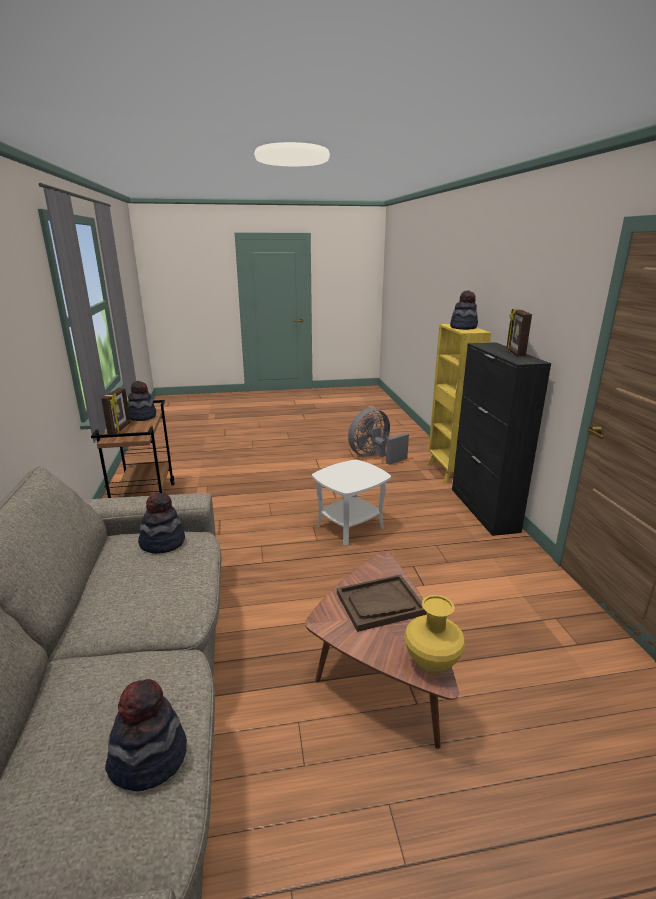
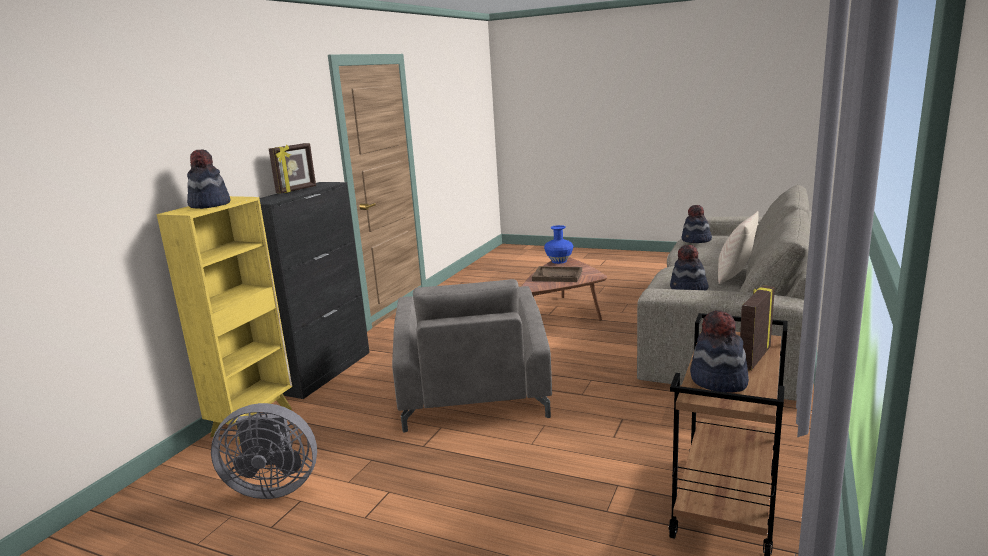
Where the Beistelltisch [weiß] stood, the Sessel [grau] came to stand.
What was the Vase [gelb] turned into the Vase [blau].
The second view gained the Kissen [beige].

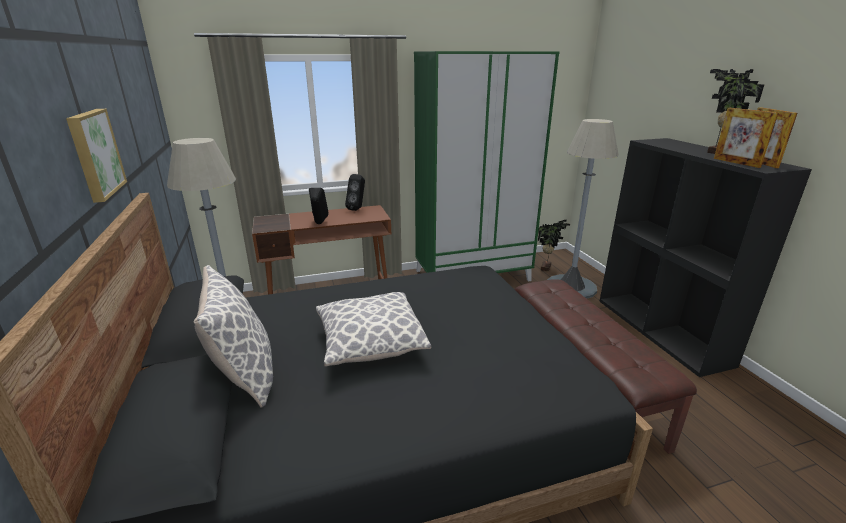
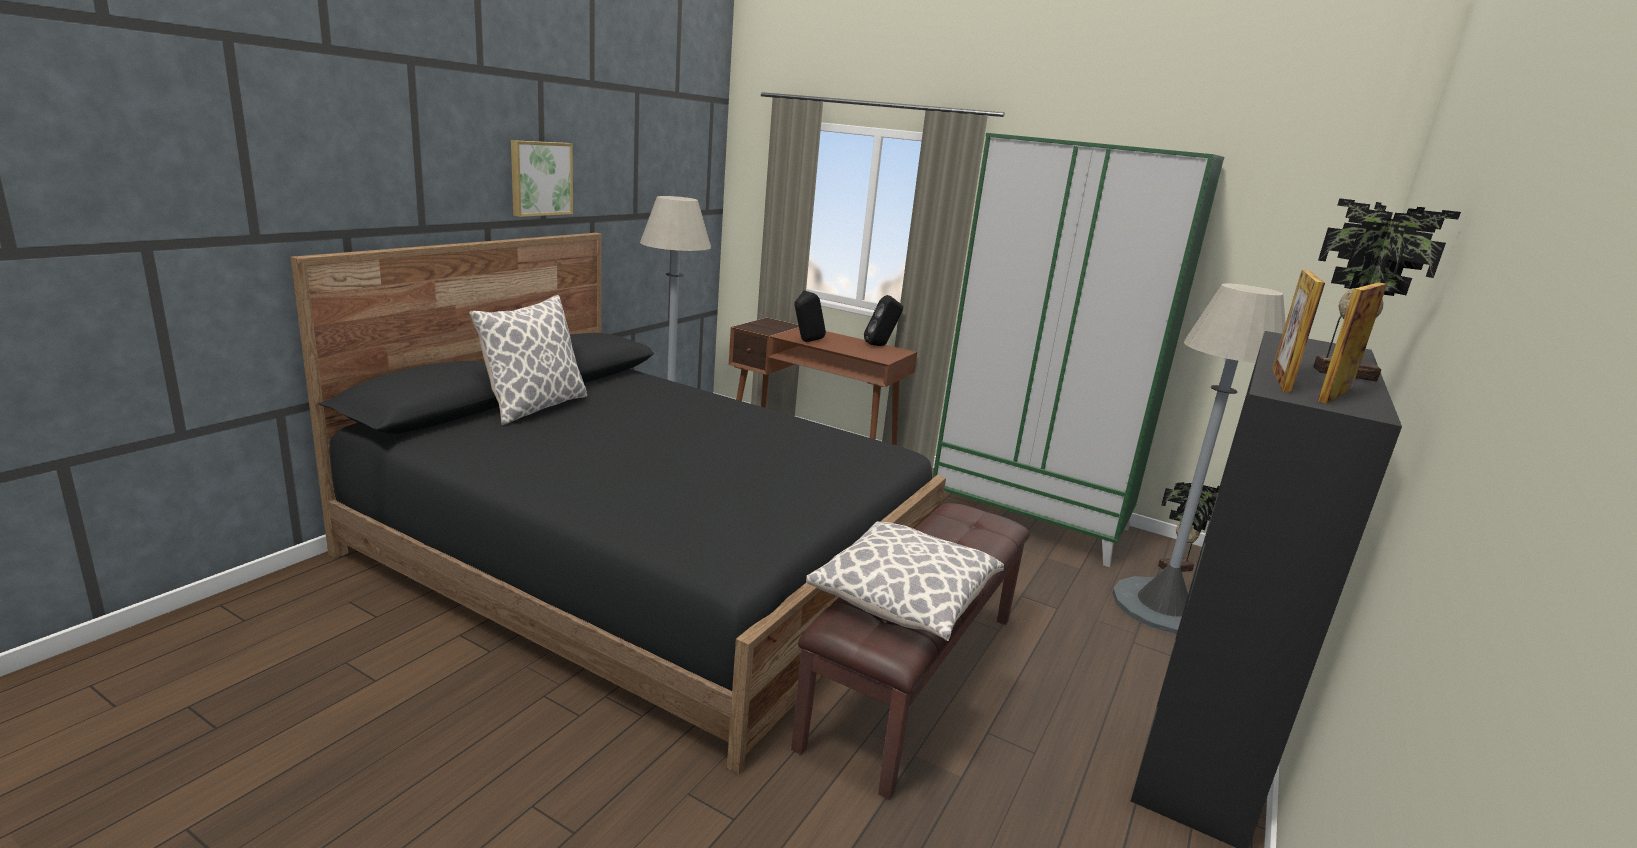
The Kissen (2nd from left) ended up elsewhere.

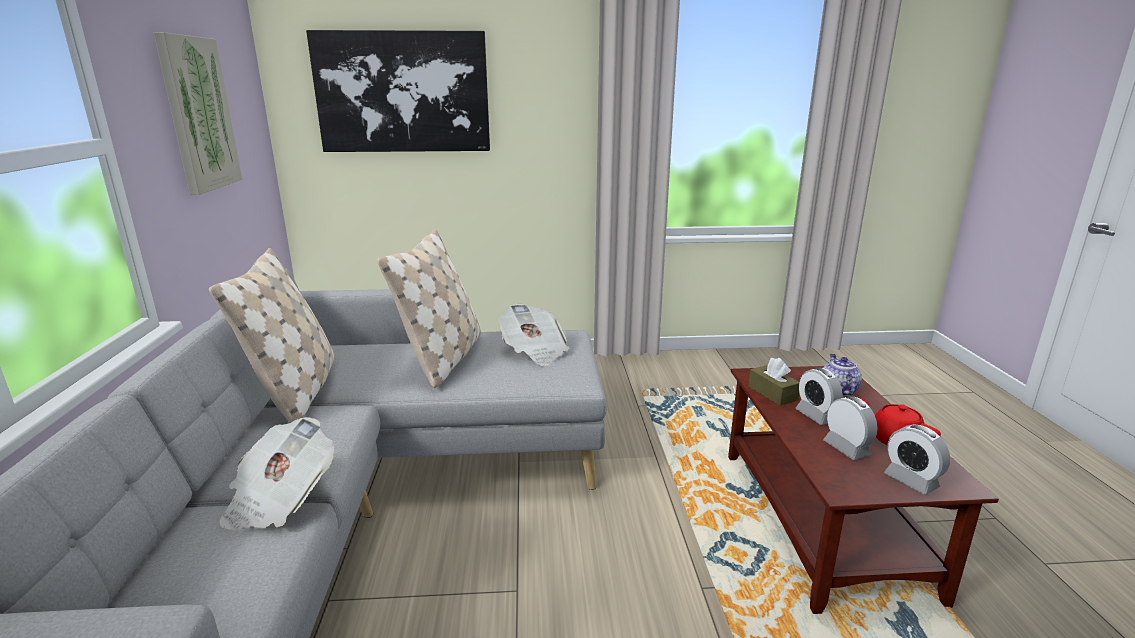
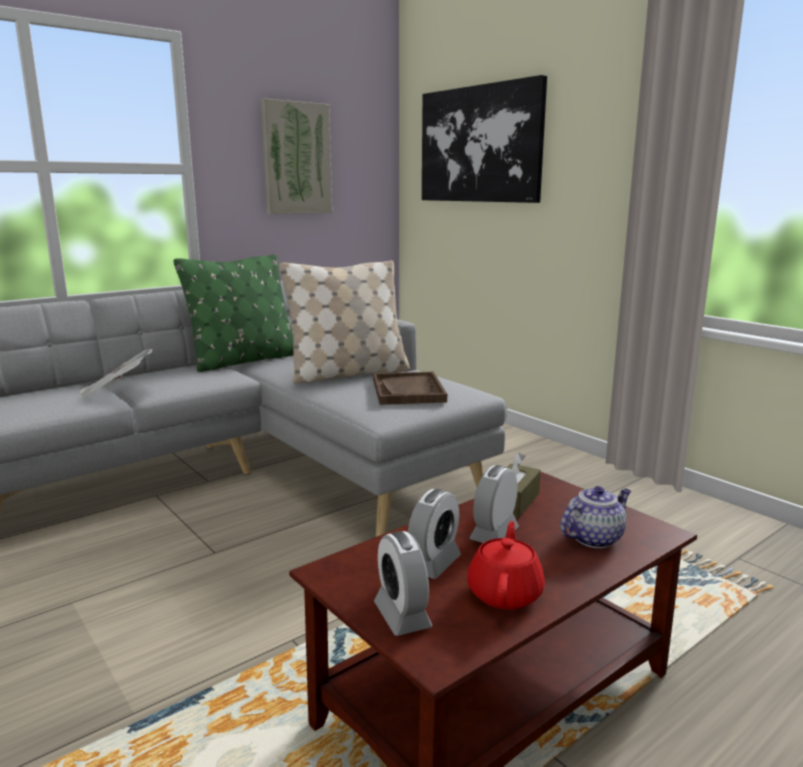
What was the Kissen [beige] (1st from left) turned into the Kissen [grün].
Where the Zeitung (2nd from left) stood, the Tablett [braun] came to stand.
The Wecker (3rd from left in the first image) ended up facing another way, 45 degrees counterclockwise from before.

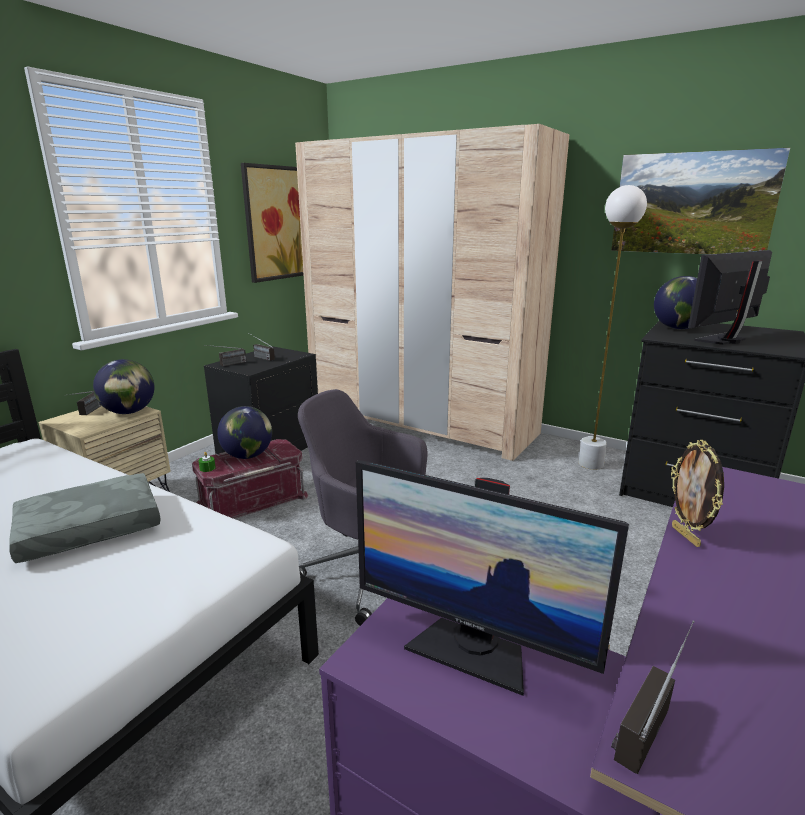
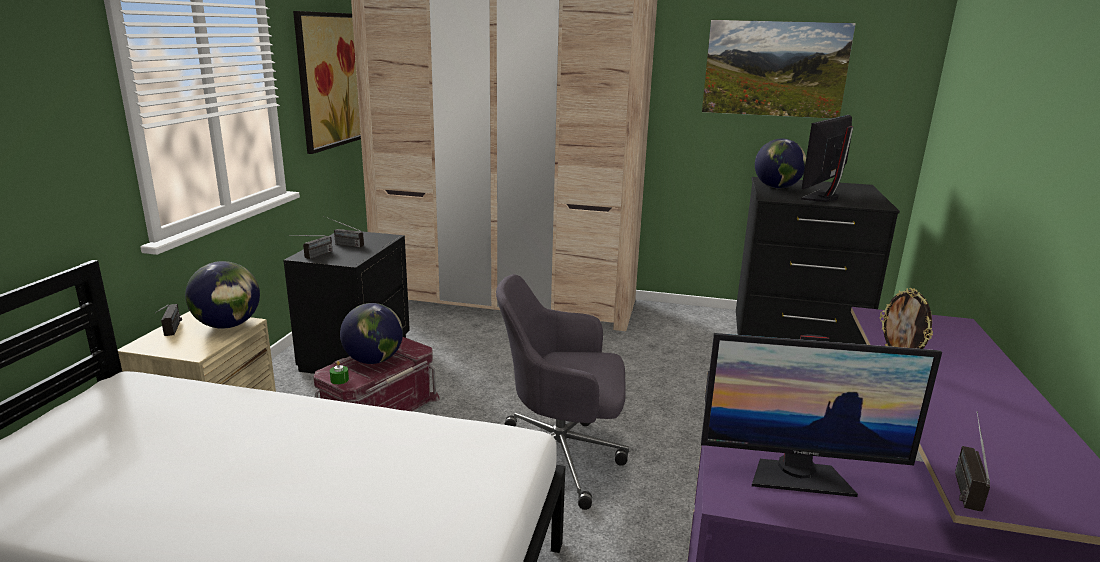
The second view lost the Stehlampe [weiß].
The second view lost the Kissen [grau].

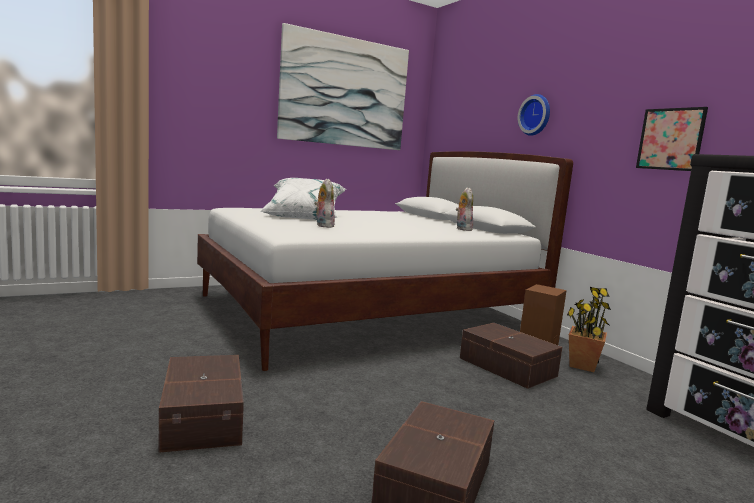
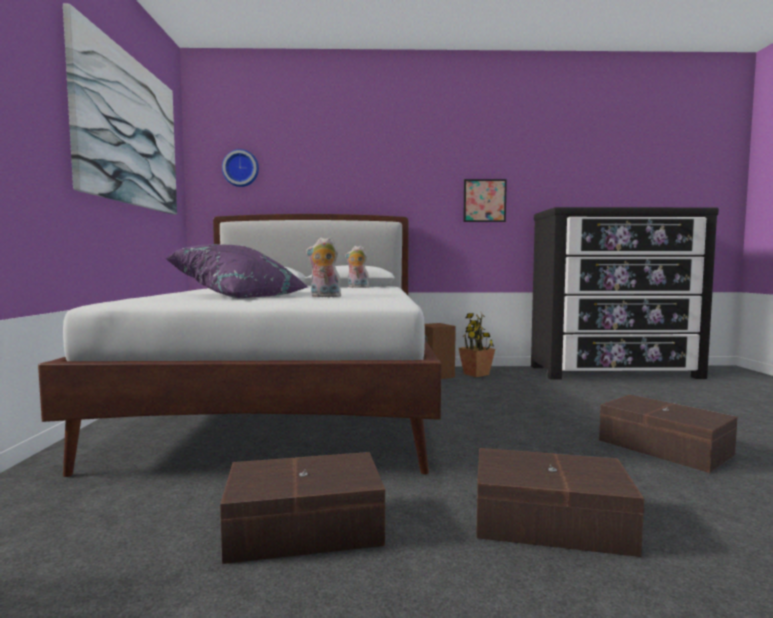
The Wanduhr ended up elsewhere.
What was the Kissen [weiß] turned into the Kissen [lila].
The Aufbewahrungsbox [braun] (3rd from left in the first image) ended up elsewhere.

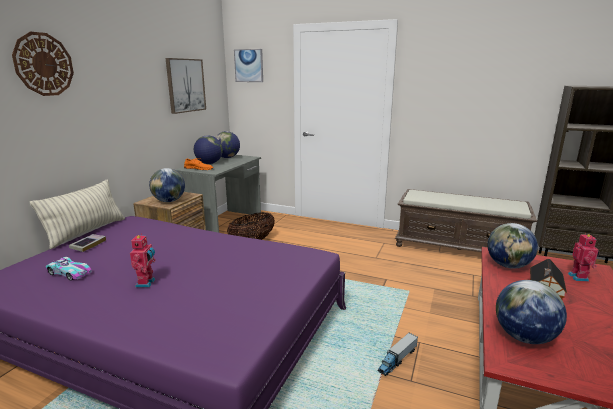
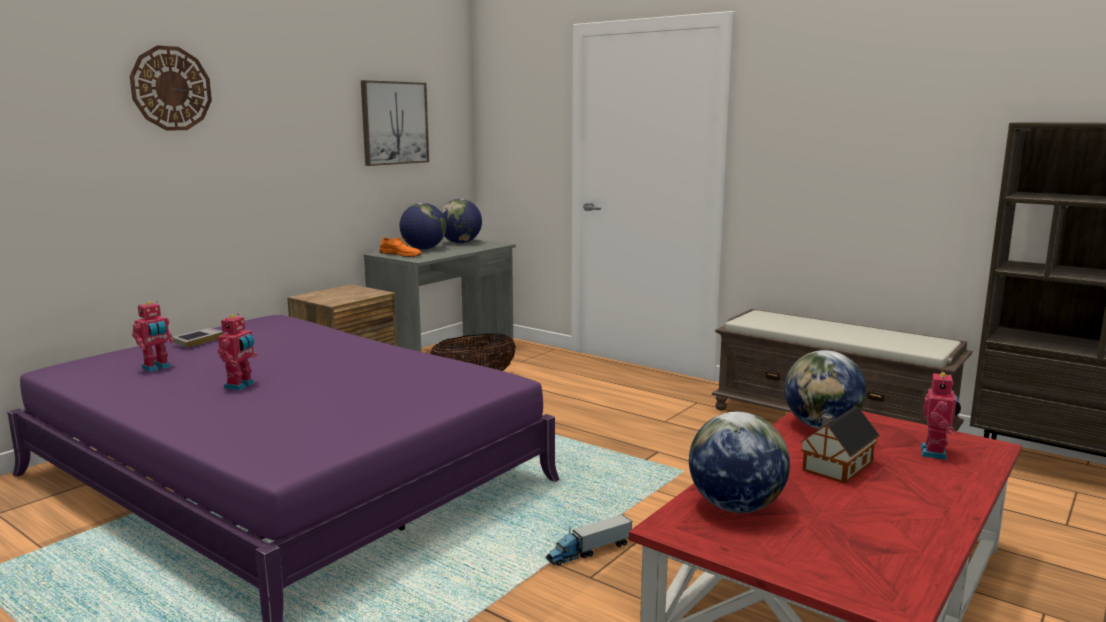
The second view lost the Bild (2nd from left).
The second view lost the Globus (1st from left).
The second view lost the Kissen.
Where the Spielzeugauto stood, the Spielzeugroboter (1st from left) came to stand.

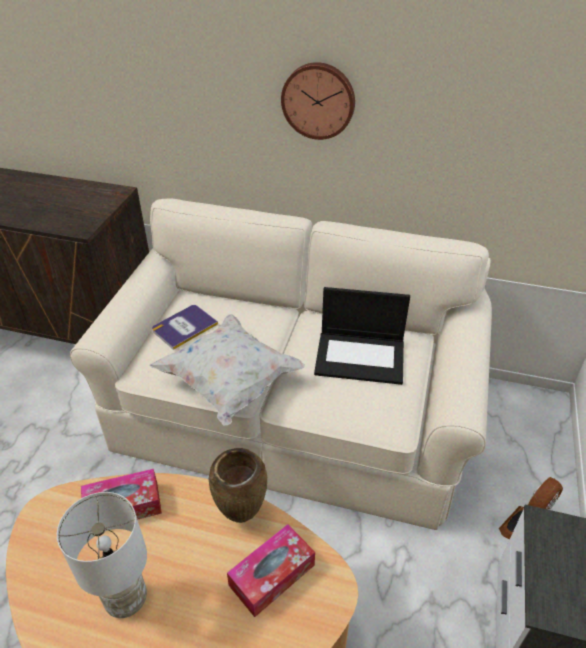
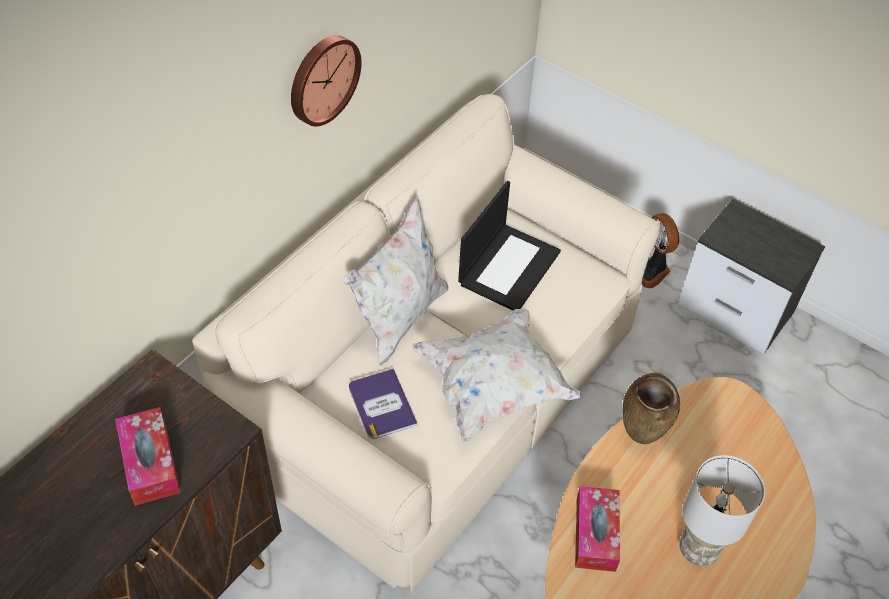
The Taschentuchbox (2nd from left in the first image) ended up elsewhere.
The second view gained the Kissen [weiß] (1st from left).

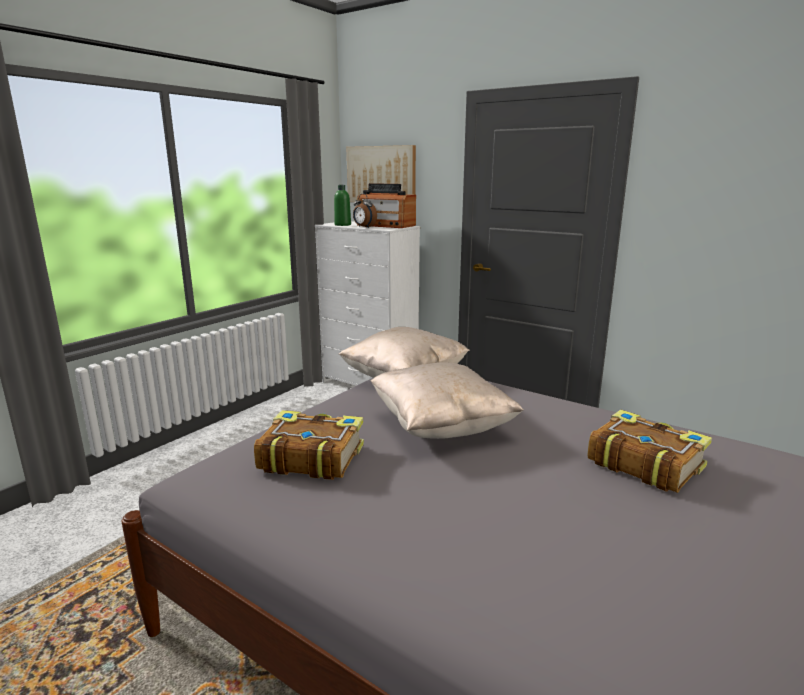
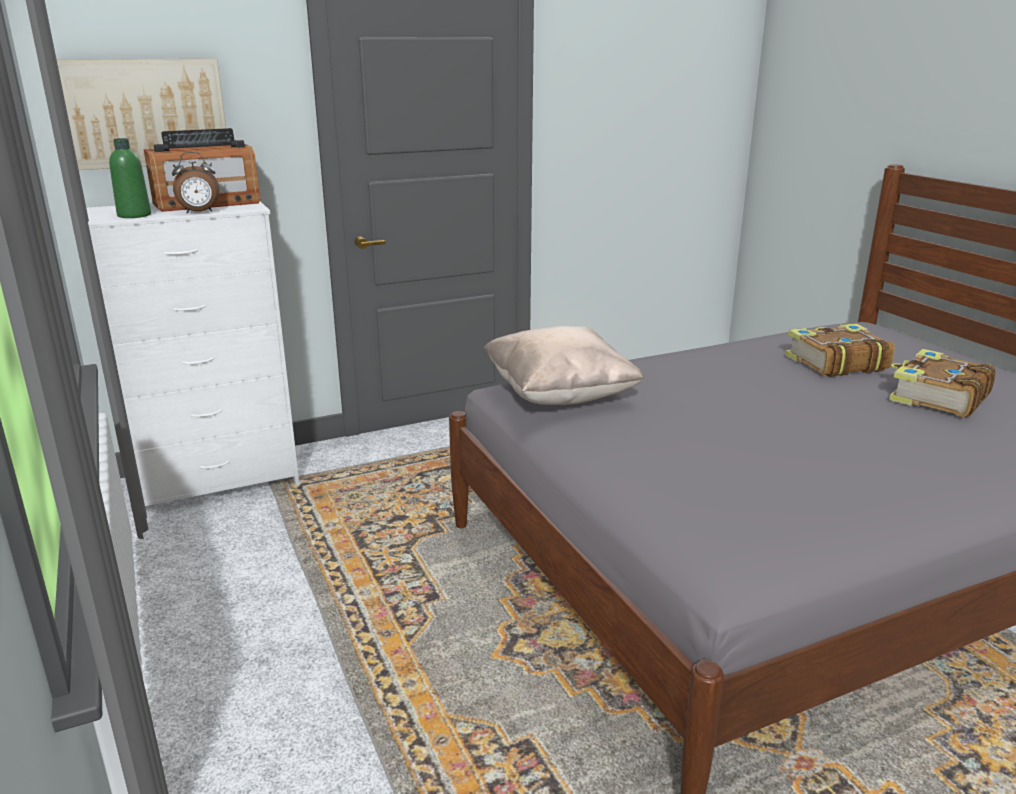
The second view lost the Kissen [beige] (2nd from left).
The Buch (1st from left in the first image) ended up elsewhere.

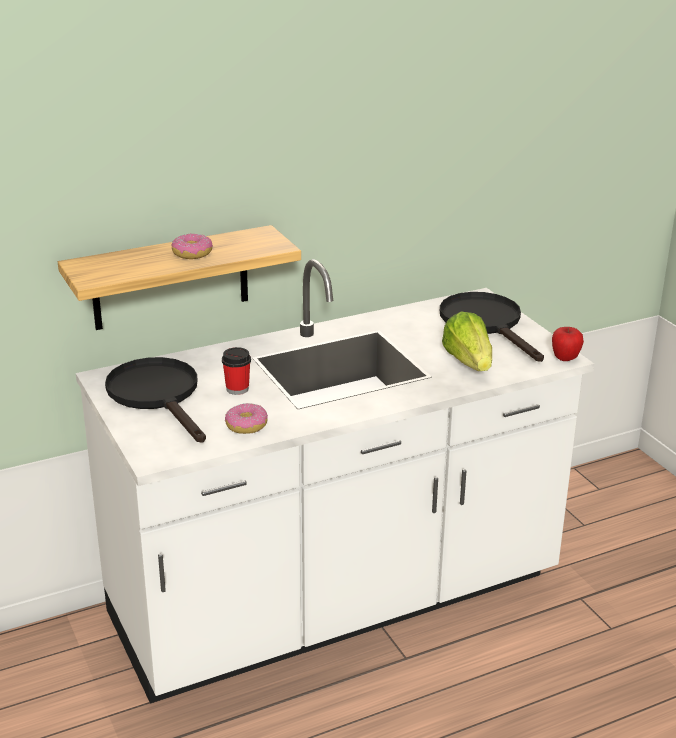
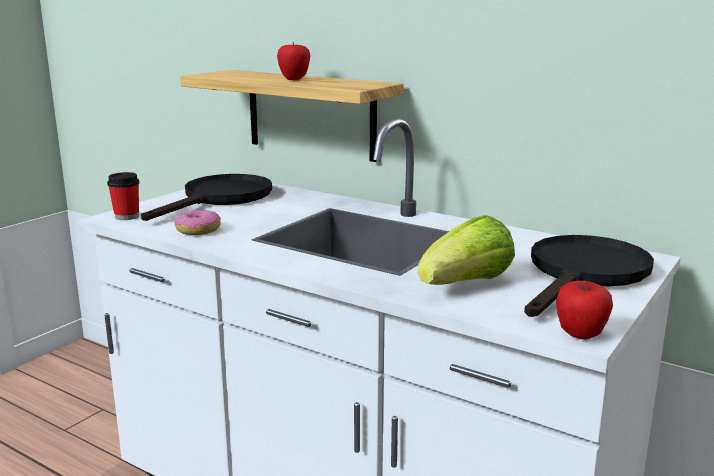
Where the Donut (1st from left) stood, the Apfel (1st from left) came to stand.
The Tasse ended up elsewhere.

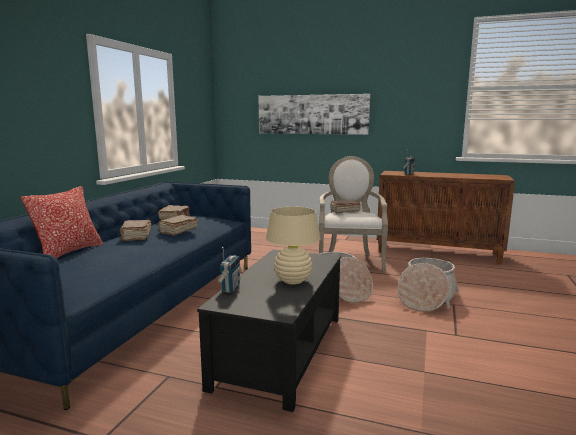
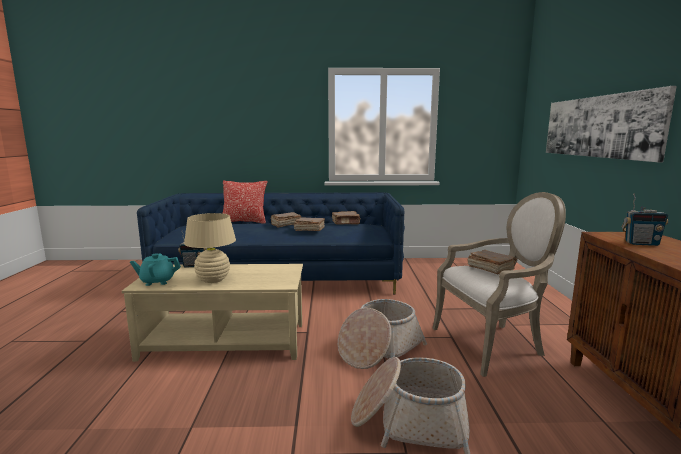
What was the Couchtisch [schwarz] turned into the Couchtisch [beige].
The second view gained the Teekanne [türkis].

